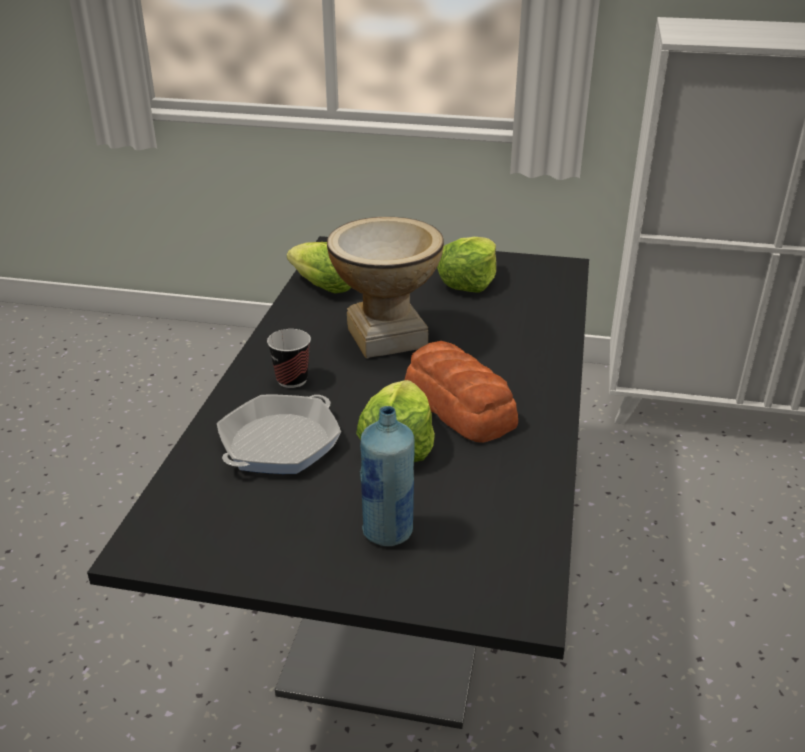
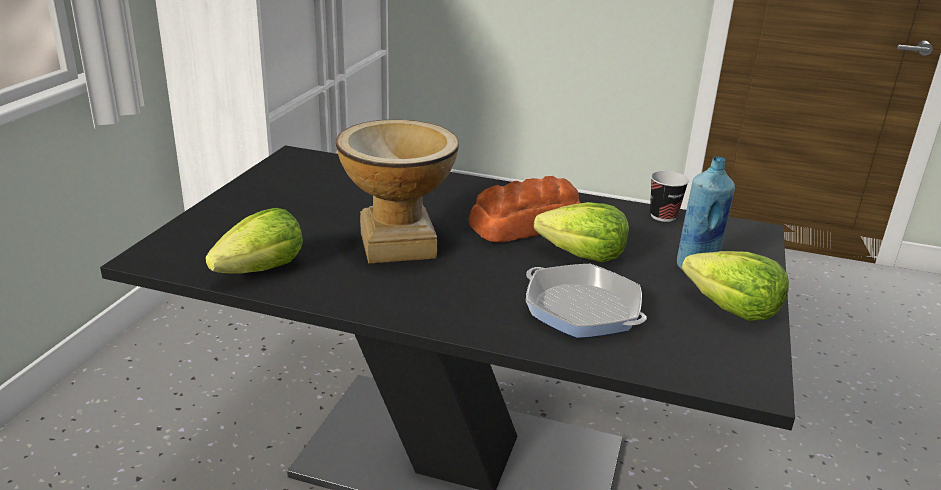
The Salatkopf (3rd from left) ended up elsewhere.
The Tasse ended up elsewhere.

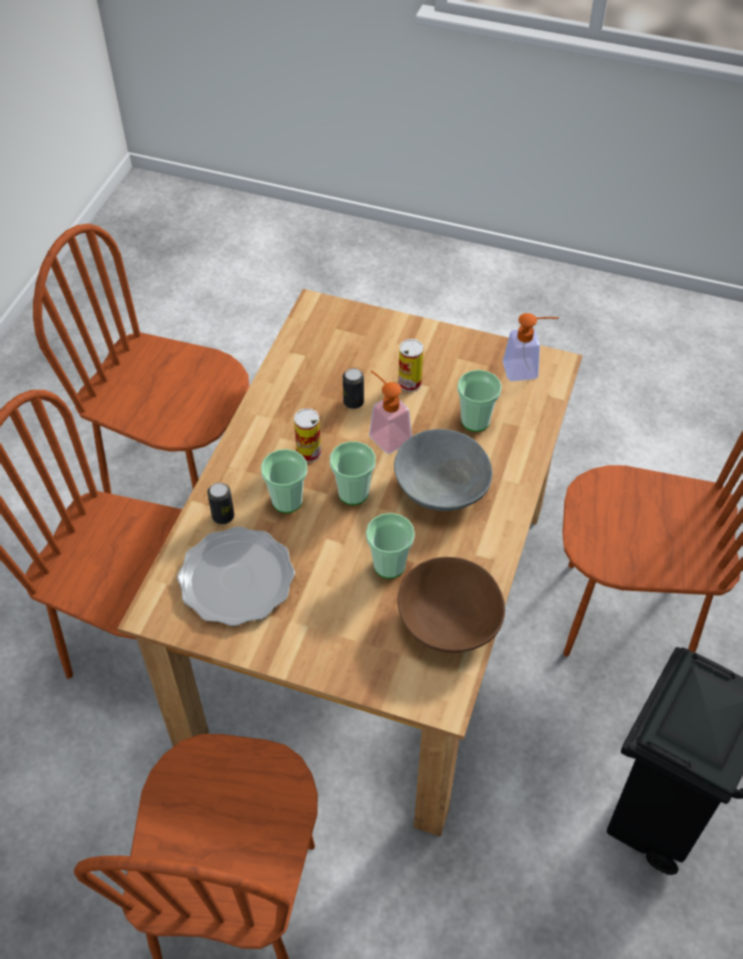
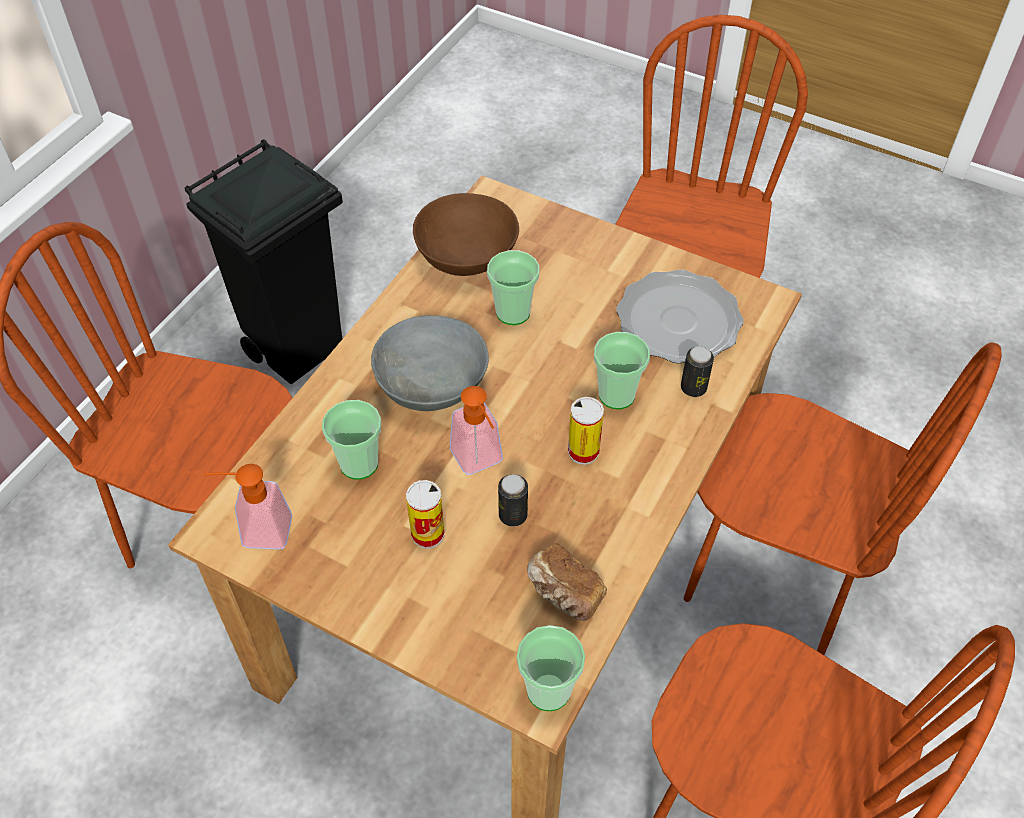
The Tasse (2nd from left in the first image) ended up elsewhere.
The second view gained the Brot.

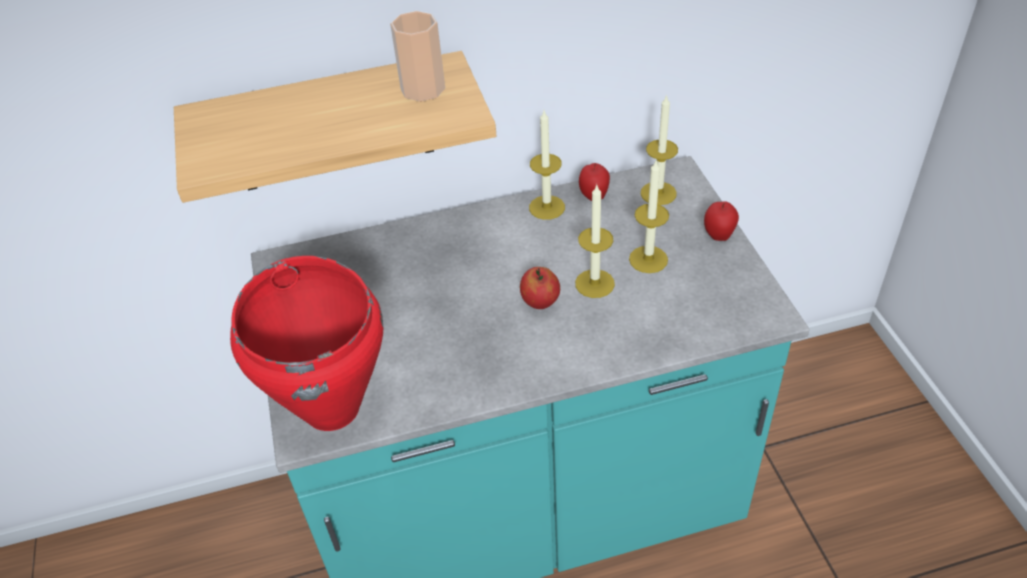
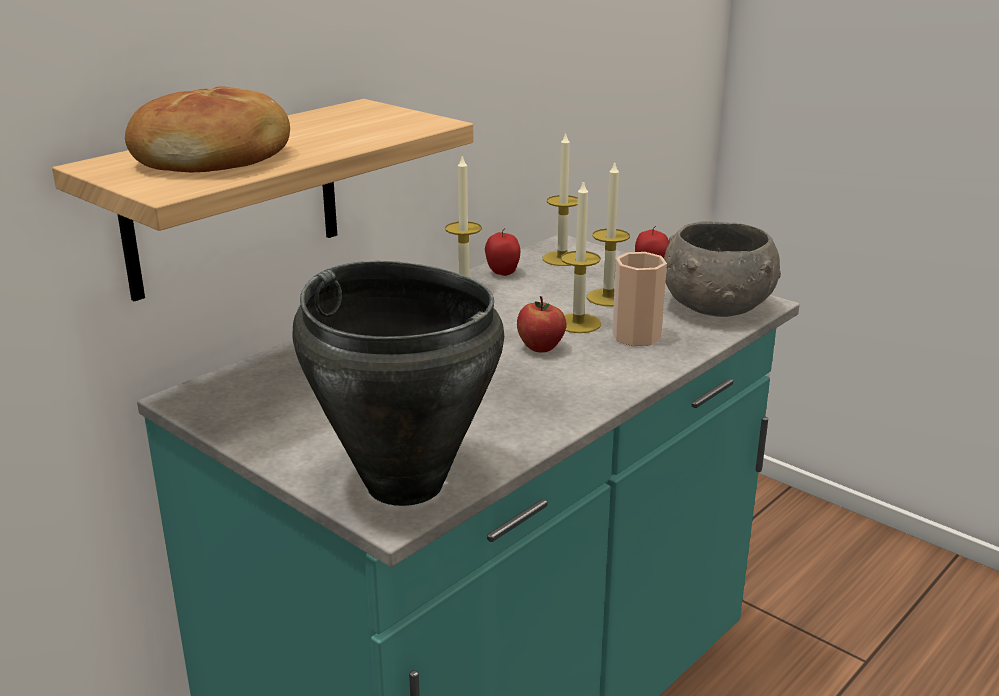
The Tasse ended up elsewhere.
What was the Kochtopf [rot] turned into the Kochtopf [schwarz].
The second view gained the Brot.
The second view gained the Schüssel [grau].

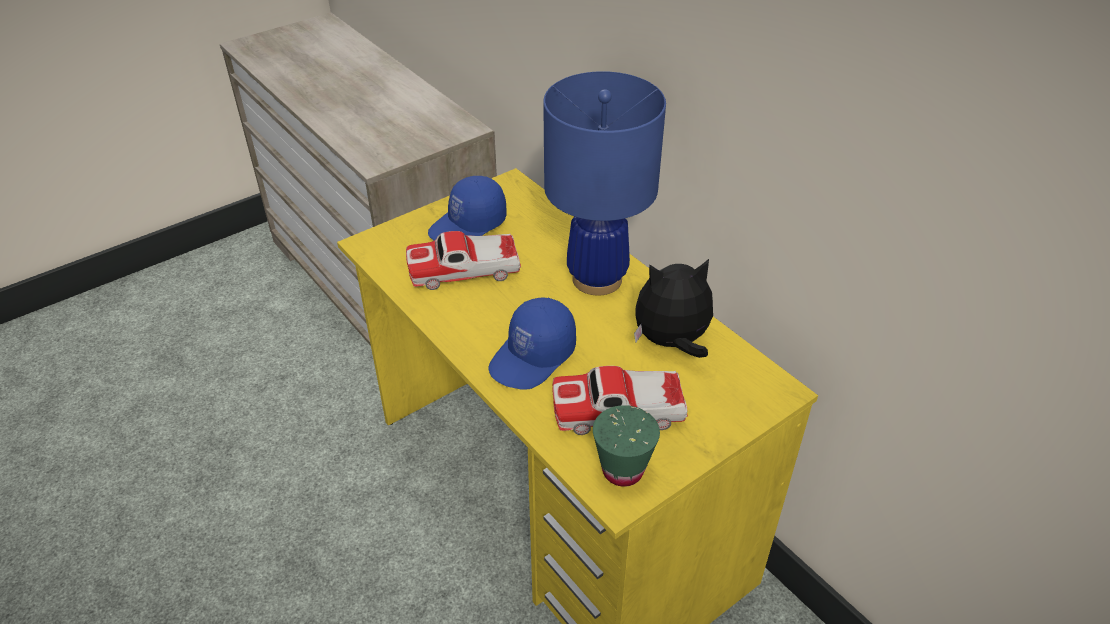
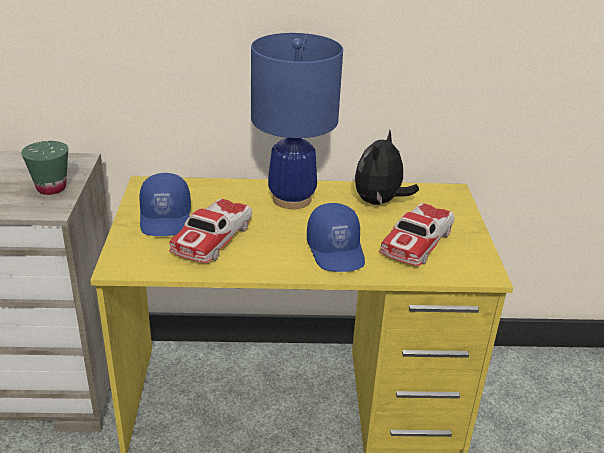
The Tasse [grün] ended up elsewhere.

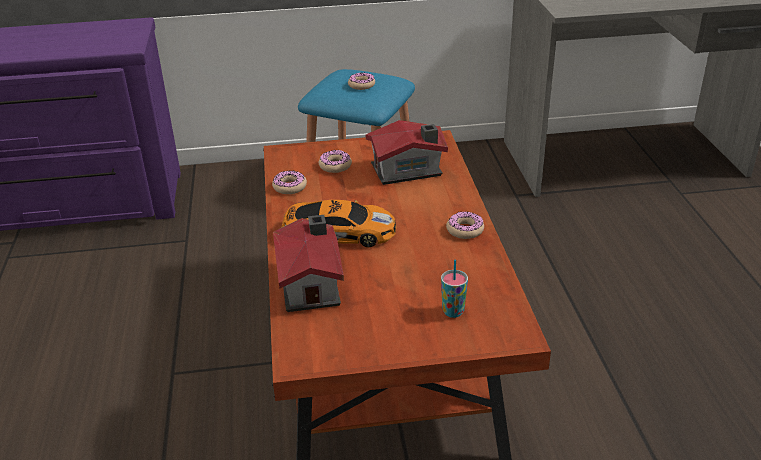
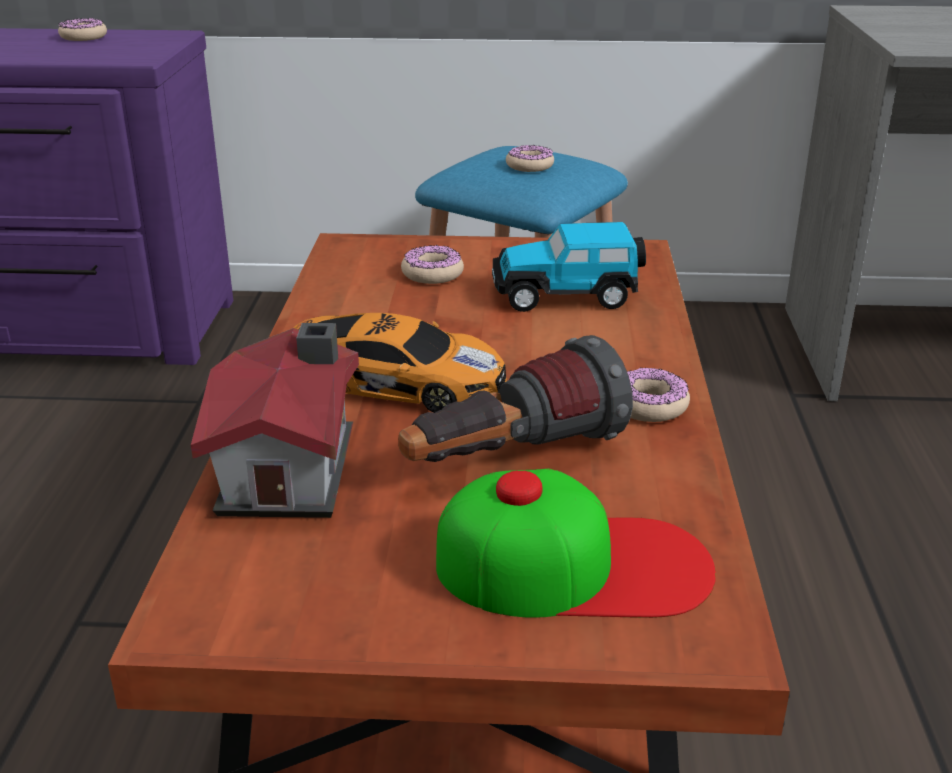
Where the Spielzeughaus (2nd from left) stood, the Spielzeugauto (2nd from left) came to stand.
The Donut (1st from left) ended up elsewhere.
Where the Tasse stood, the Kappe came to stand.
The second view gained the Taschenlampe.

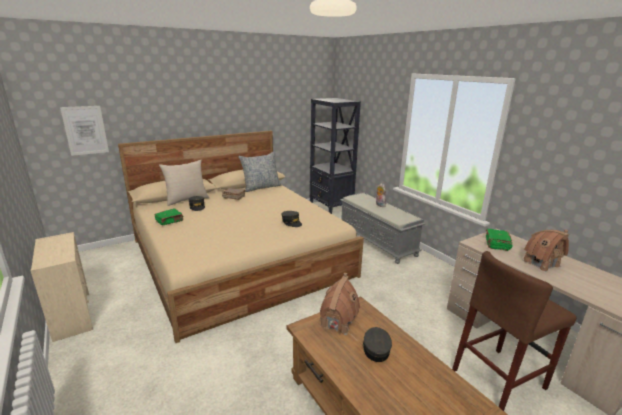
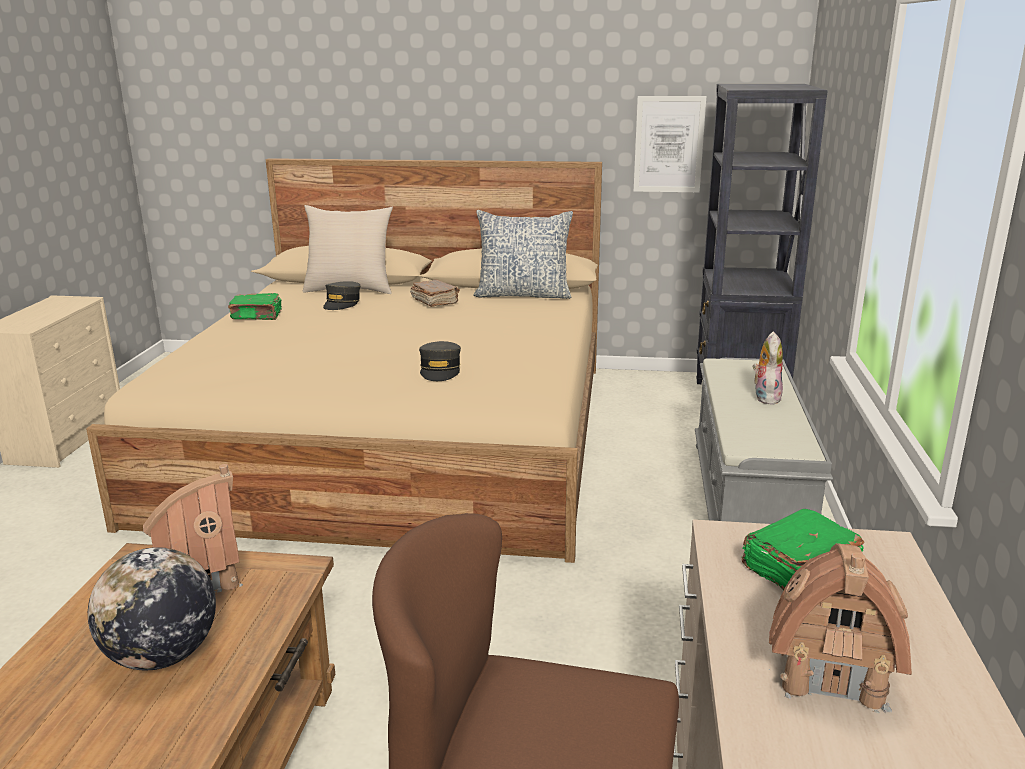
The Bild ended up elsewhere.
Where the Kappe [grau] (3rd from left) stood, the Globus came to stand.

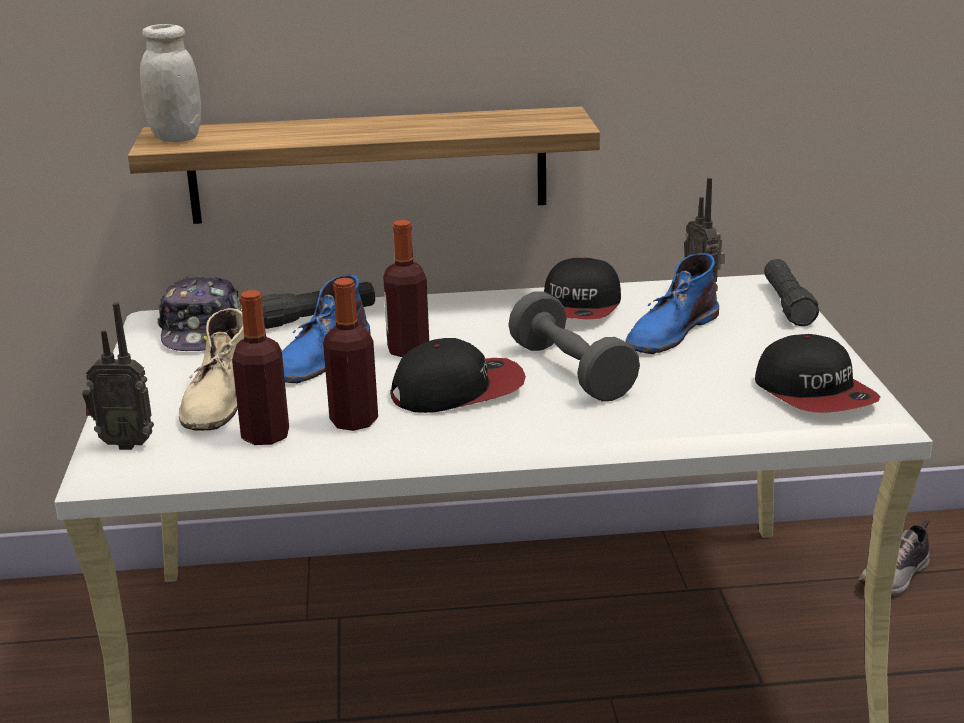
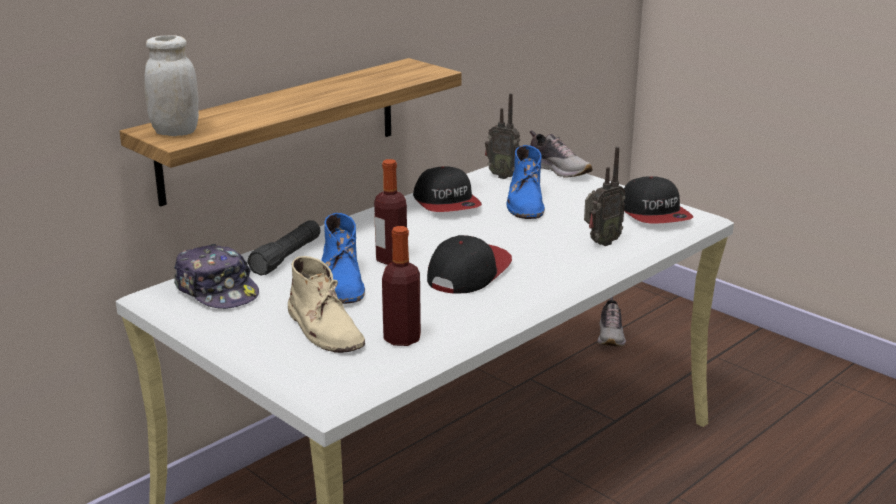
Where the Taschenlampe [schwarz] (2nd from left) stood, the Schuh (1st from left) came to stand.
The second view lost the Flasche (2nd from left).
The second view lost the Hantel [grau].
The Radio (1st from left in the first image) ended up elsewhere.
The Kappe (4th from left) ended up facing another way, 45 degrees clockwise from before.

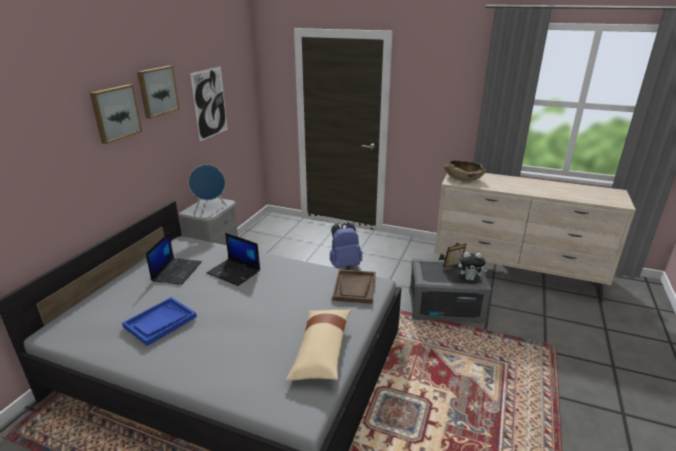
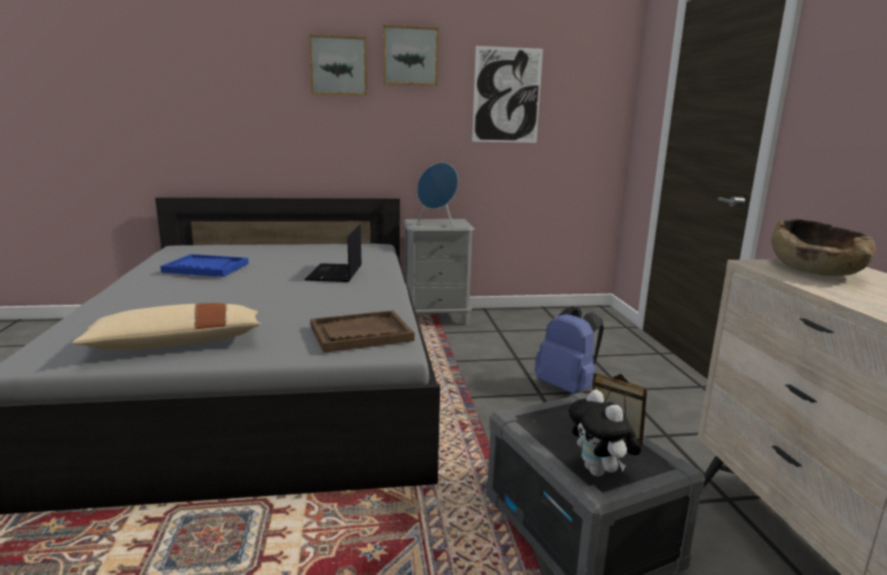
The second view lost the Laptop (1st from left).

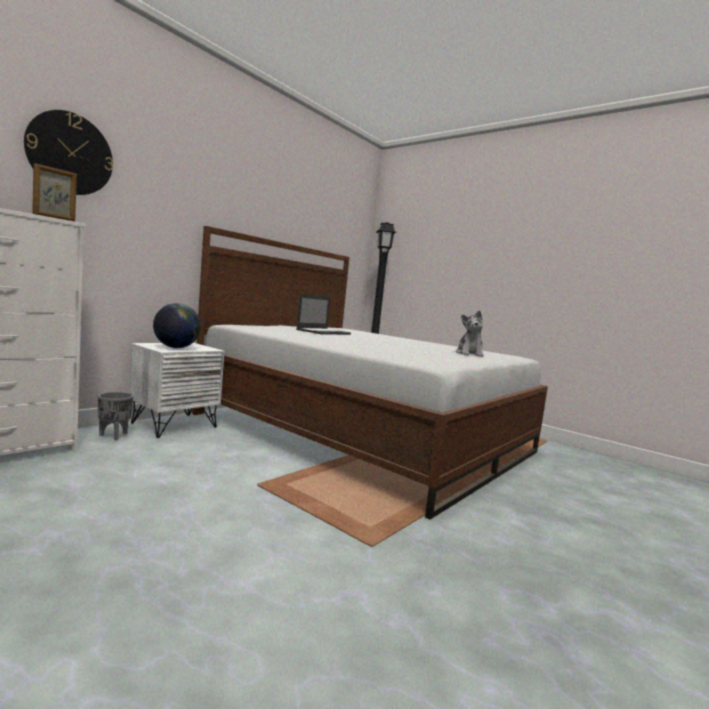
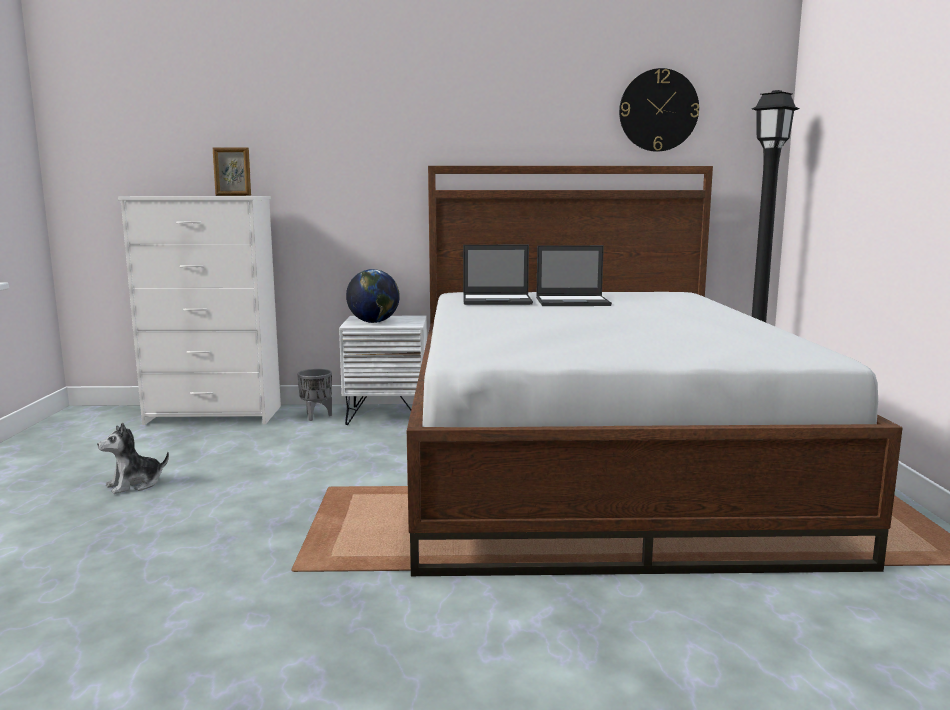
The Wanduhr ended up elsewhere.
The Plüschtier ended up elsewhere.
The second view gained the Laptop (1st from left).

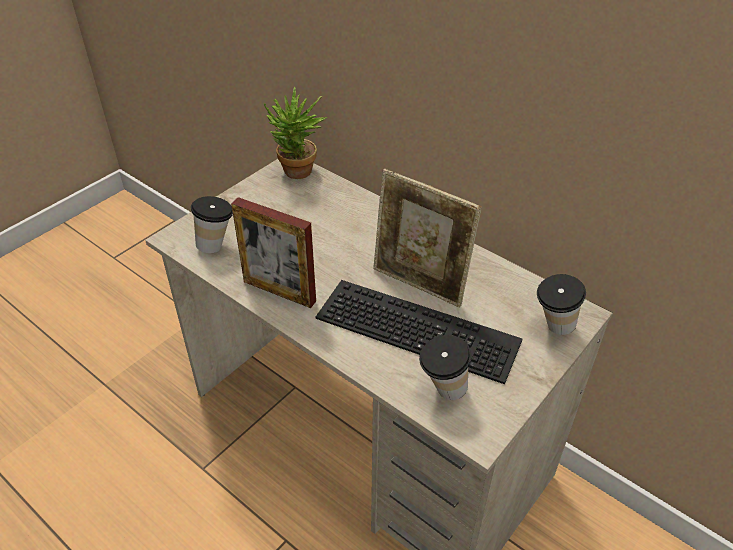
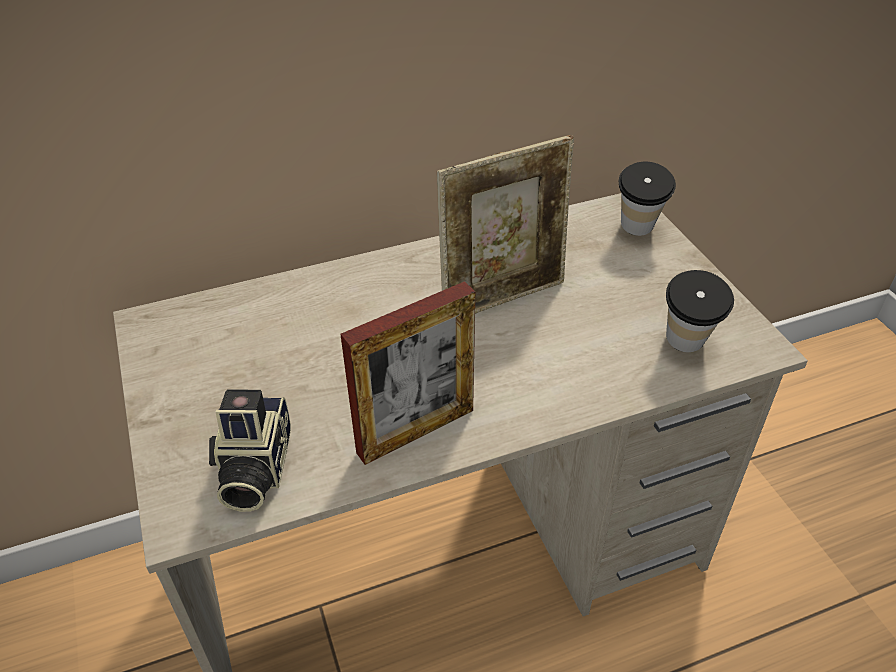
The second view lost the Topfpflanze.
Where the Tasse (1st from left) stood, the Kamera came to stand.
The second view lost the Tastatur.

